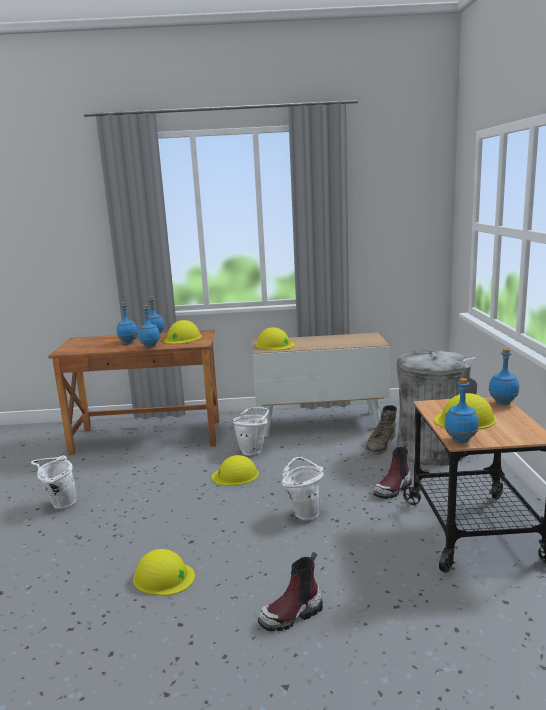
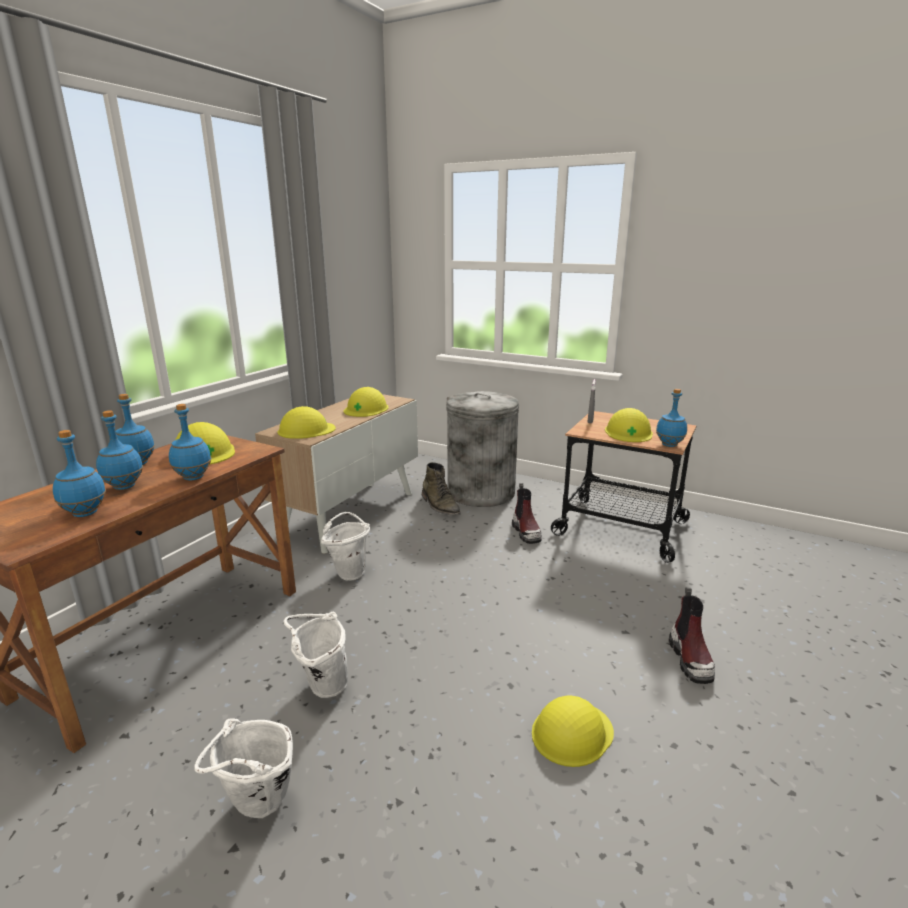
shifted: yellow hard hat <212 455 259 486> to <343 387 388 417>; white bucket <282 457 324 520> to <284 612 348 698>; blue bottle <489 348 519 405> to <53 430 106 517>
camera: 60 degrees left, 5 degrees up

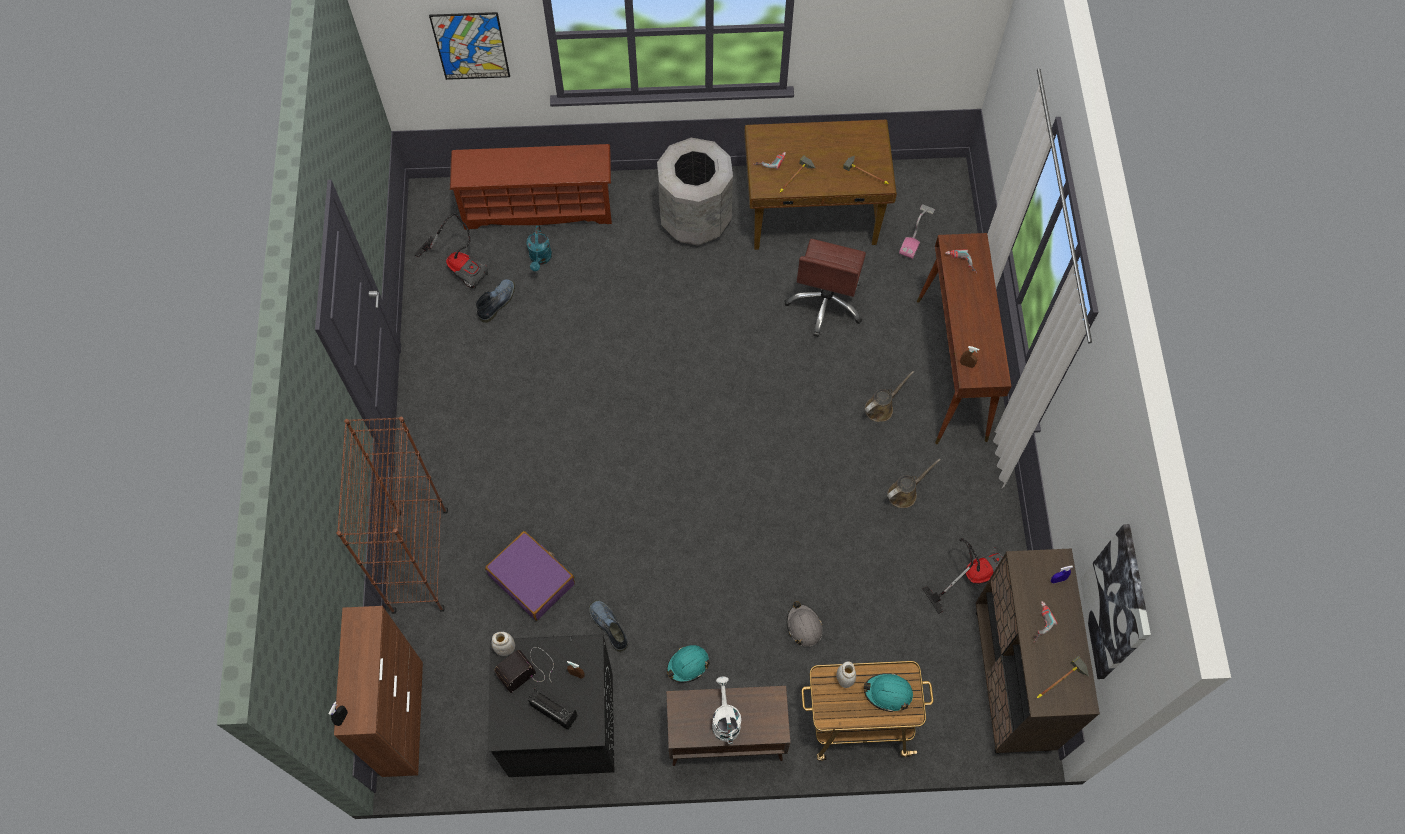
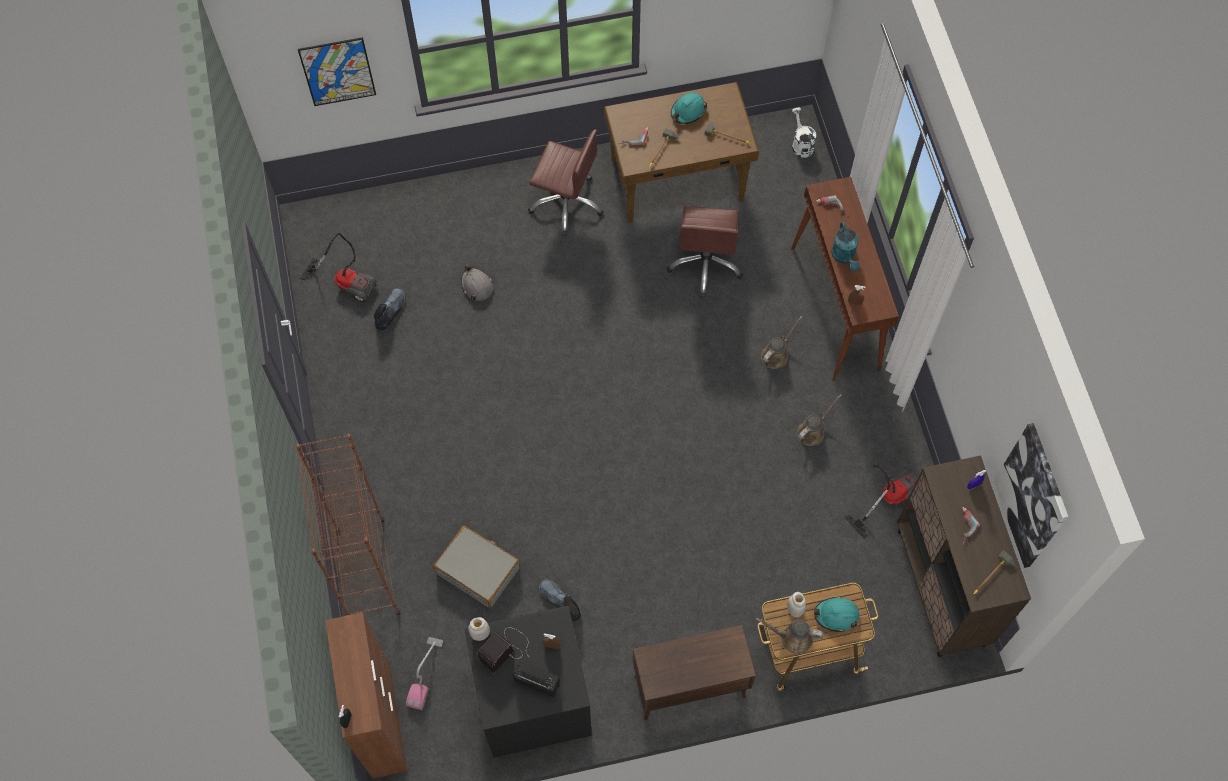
gone: brown shoe rack <450 144 612 230>
new: brown watering can <756 618 824 654>
shifted: turquoise watering can <526 225 552 271> to <831 222 860 271>; turquoise hard hat <667 645 710 683> to <671 92 707 124>; white watering can <712 677 741 744> to <792 107 816 158>; grey hard hat <787 601 822 647> to <461 265 493 301>; vacuum cleaner <899 204 935 259> to <406 637 443 710>
swapped: grey trash can <657 138 733 246> to brown office chair <528 129 604 236>
repainted: purple suitcase <485 531 575 621> to grey suitcase <433 526 520 608>
camera: 10 degrees left, 0 degrees up

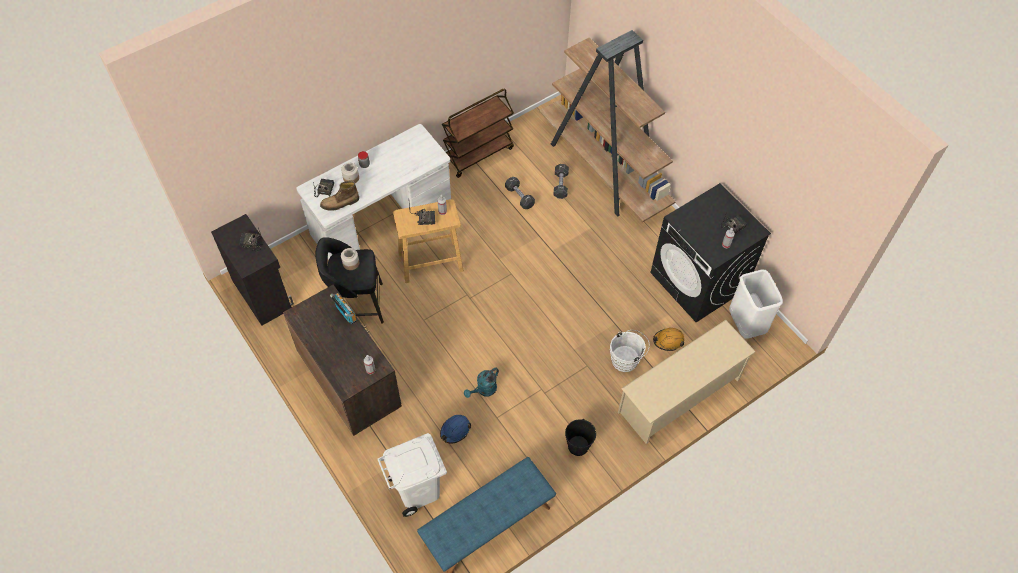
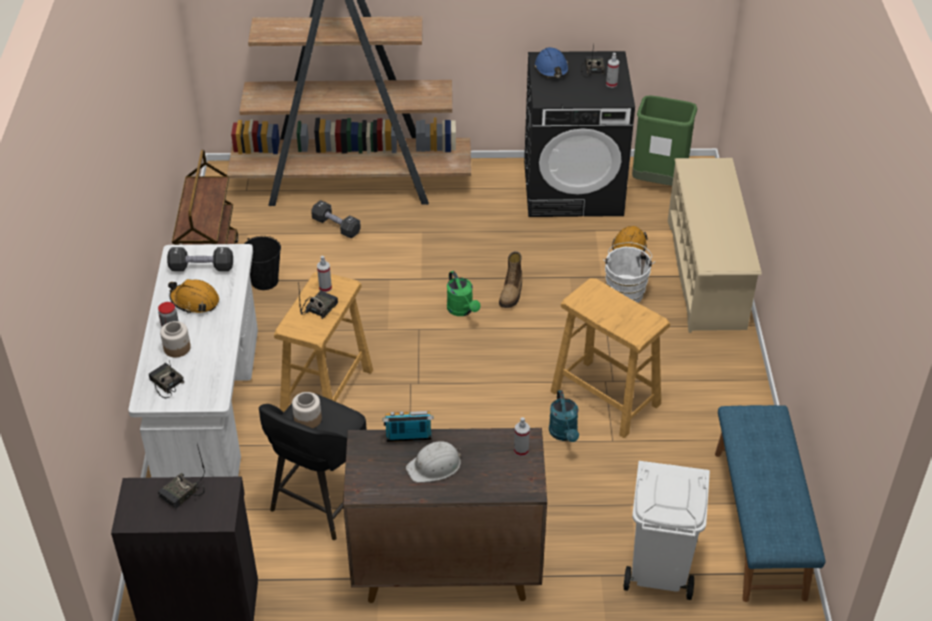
new: orange hard hat <168 279 219 314>; white hard hat <406 441 461 483>; green watering can <447 271 480 316>; beige stool <551 278 670 438>
shifted: boot <320 181 359 211> to <499 251 522 308>; blue hard hat <440 415 471 444> to <534 47 569 78>; black dumbbell <505 177 535 209> to <167 247 233 271>; black bucket <565 419 596 456> to <244 236 281 290>
repainted: white trash can <729 269 783 339> to green trash can <632 96 697 186>
camera: 55 degrees left, 15 degrees down

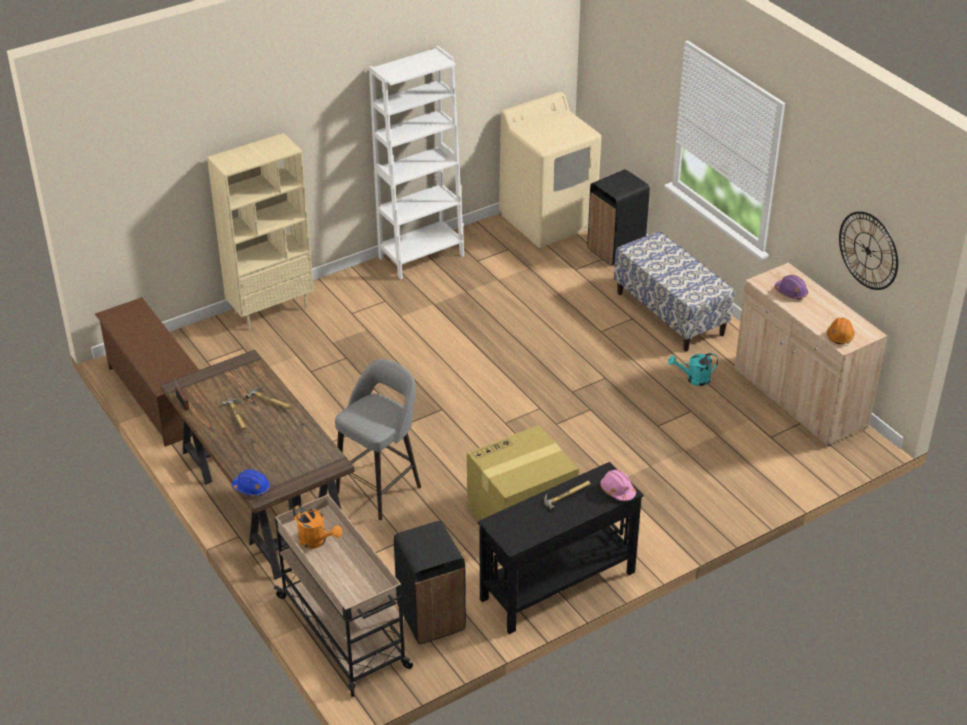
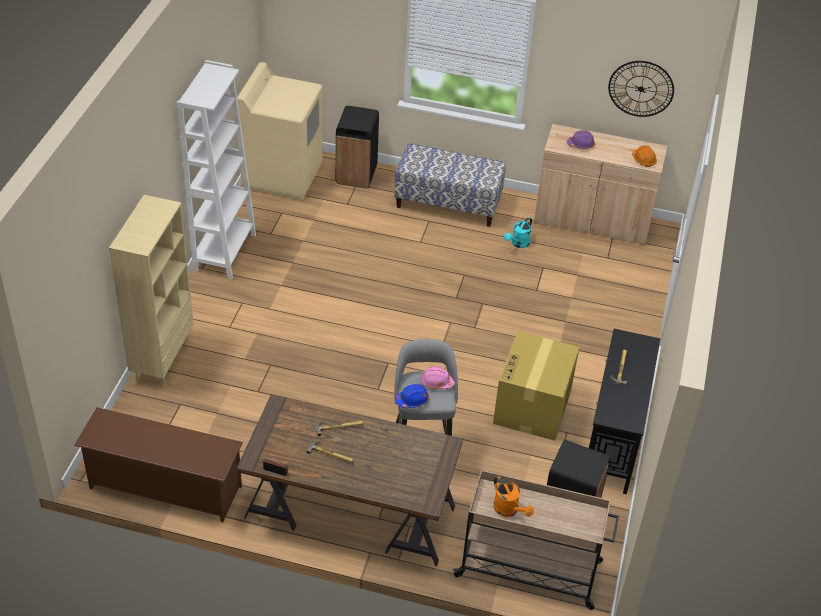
shifted: blue hard hat <232 469 270 496> to <395 384 429 408>; pink hard hat <600 470 636 501> to <421 366 455 389>
rotated: orange watering can <293 505 342 549> = <493 476 534 517> 60 degrees clockwise
camera: 45 degrees left, 5 degrees up

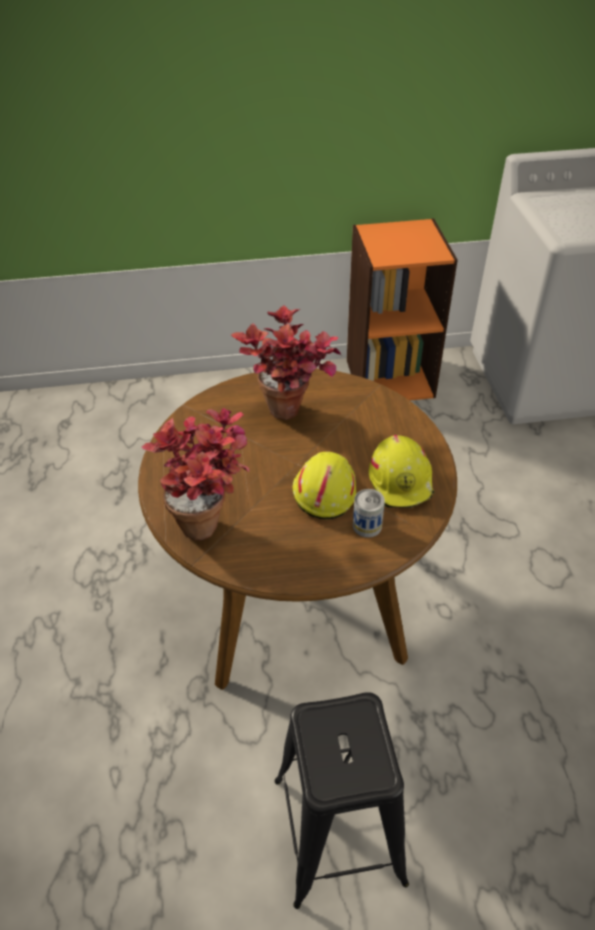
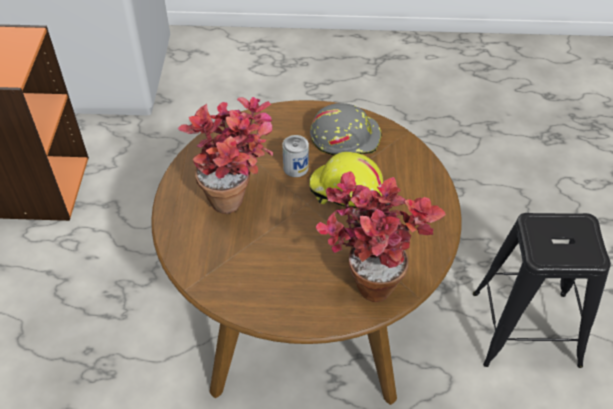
shifted: can <353 489 385 538> to <283 135 309 177>
repainted: yellow hard hat <369 435 434 508> to grey hard hat <310 103 382 155>
camera: 80 degrees left, 5 degrees up

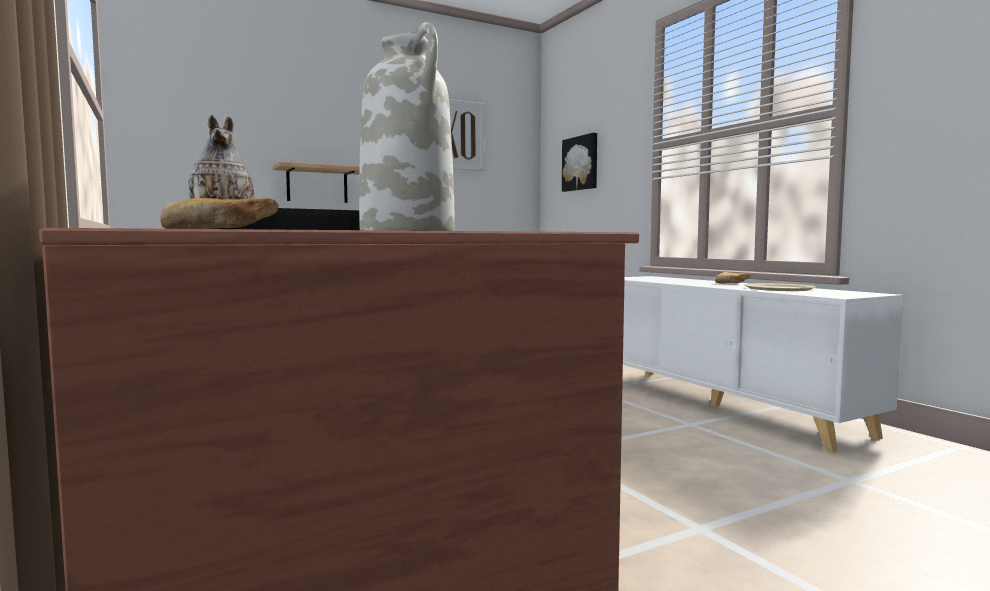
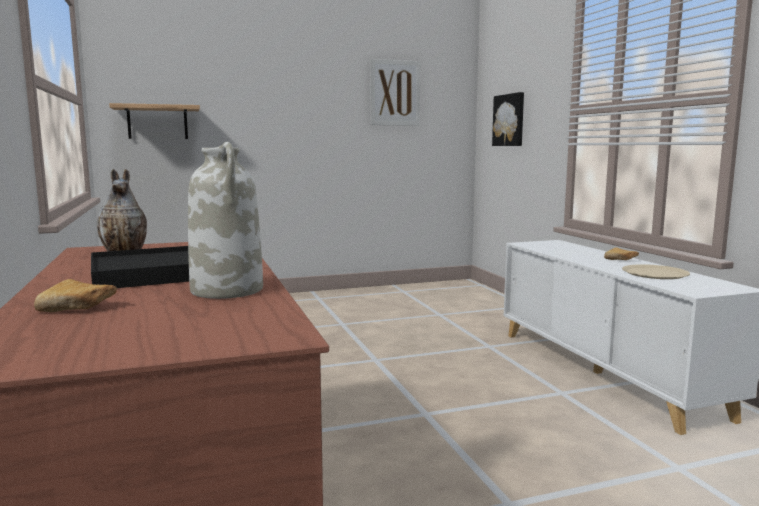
shifted: shelf <273 161 360 203> to <109 103 200 139>
camera: 10 degrees right, 5 degrees up

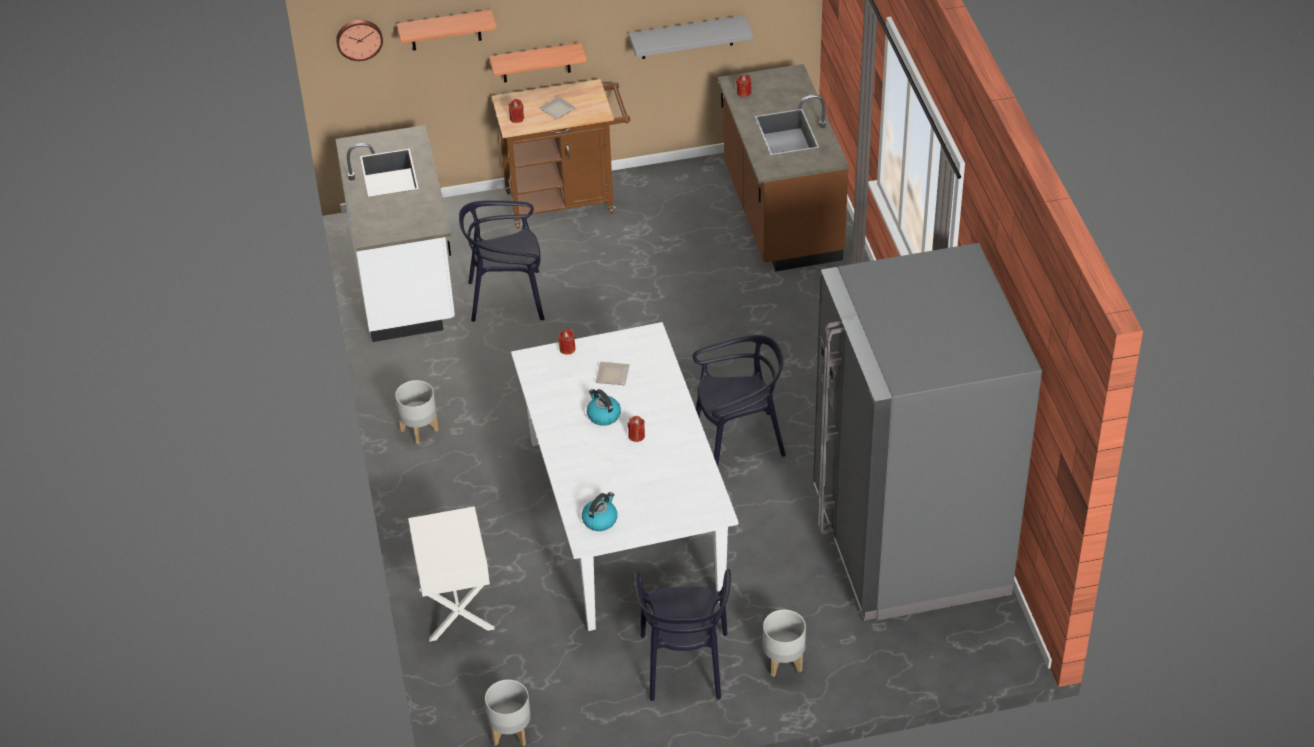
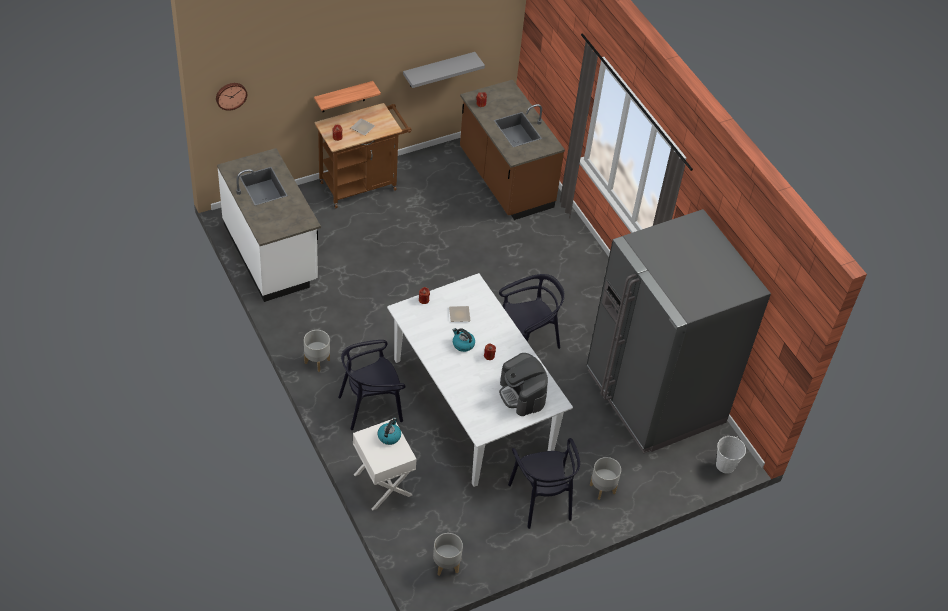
gone: shelf <397 10 497 51>
new: coffee machine <499 353 548 416>; white bucket <716 436 746 474>
shifted: black chair <459 201 545 322> to <338 340 406 430>; kettle <582 492 617 531> to <378 418 401 445>
camera: 20 degrees left, 5 degrees up

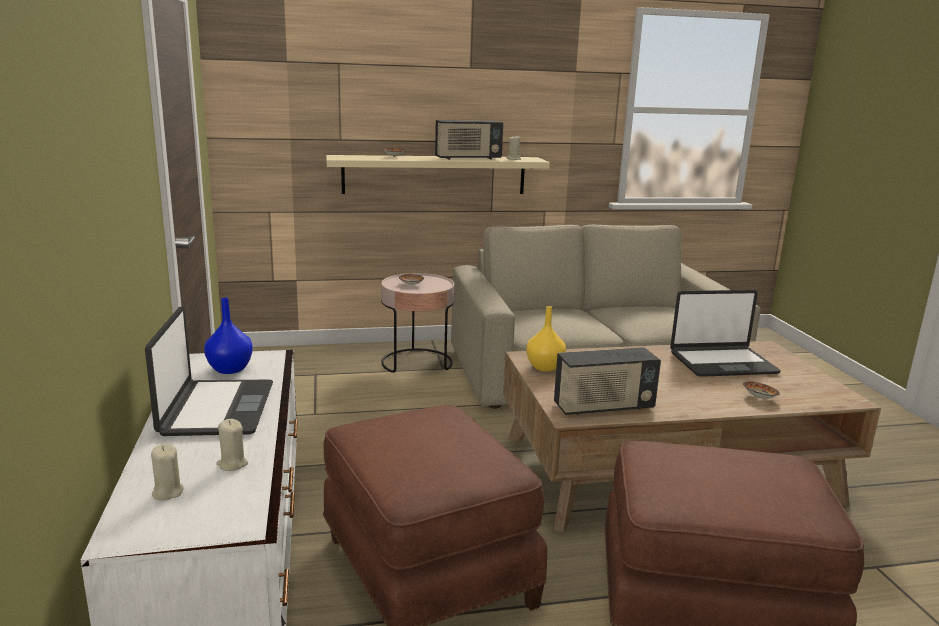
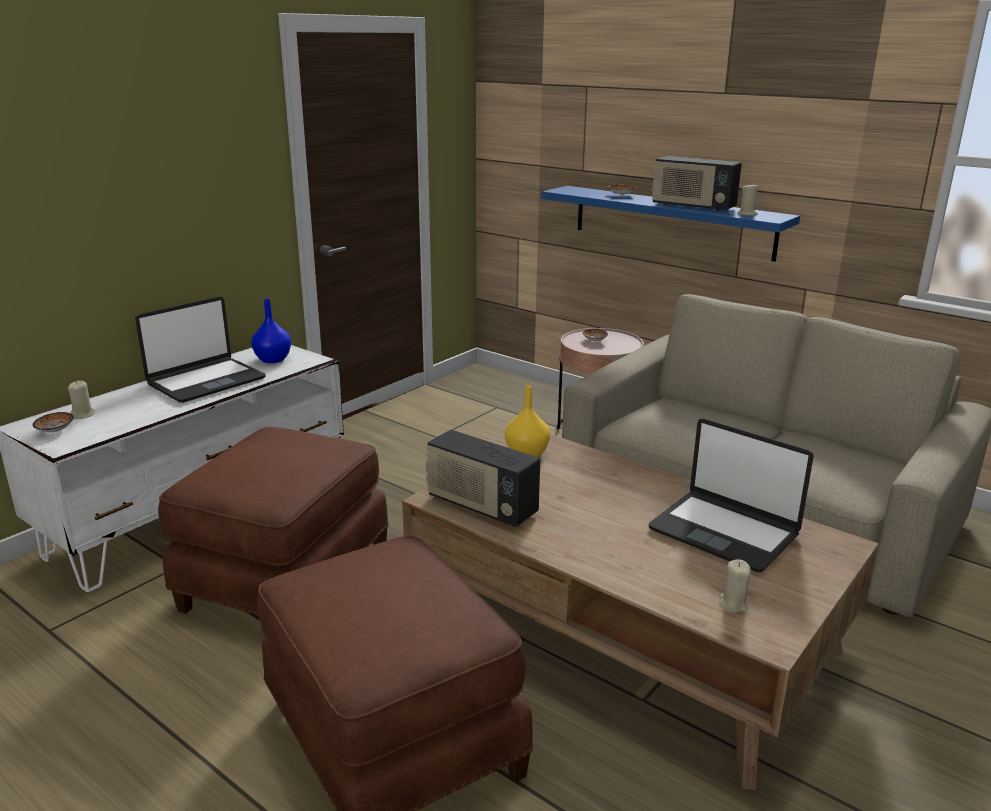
shifted: beige candle <216 419 248 471> to <719 559 751 613>; bowl <743 381 780 399> to <33 412 74 433>
repainted: beige shelf <326 155 550 194> to blue shelf <541 186 800 262>
camera: 50 degrees right, 5 degrees up

